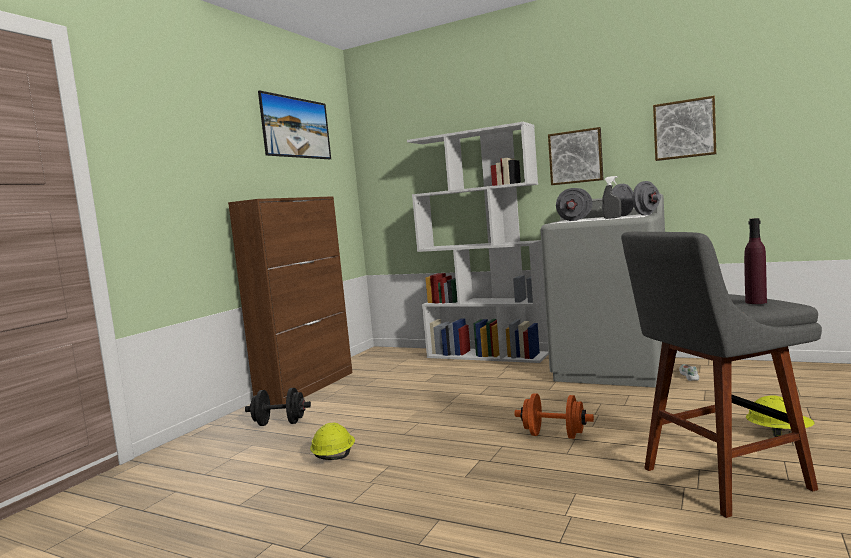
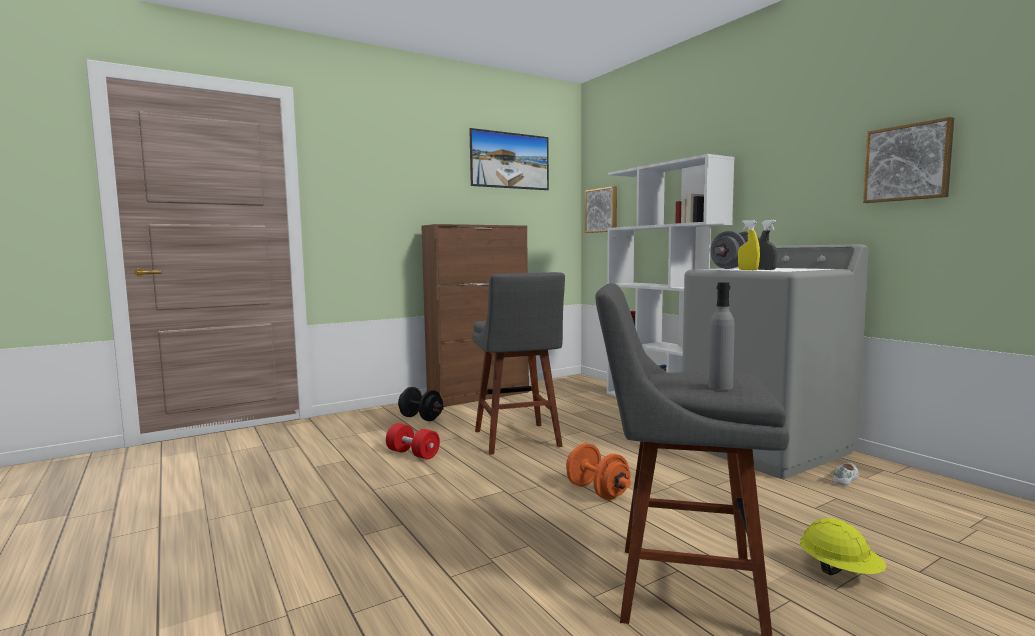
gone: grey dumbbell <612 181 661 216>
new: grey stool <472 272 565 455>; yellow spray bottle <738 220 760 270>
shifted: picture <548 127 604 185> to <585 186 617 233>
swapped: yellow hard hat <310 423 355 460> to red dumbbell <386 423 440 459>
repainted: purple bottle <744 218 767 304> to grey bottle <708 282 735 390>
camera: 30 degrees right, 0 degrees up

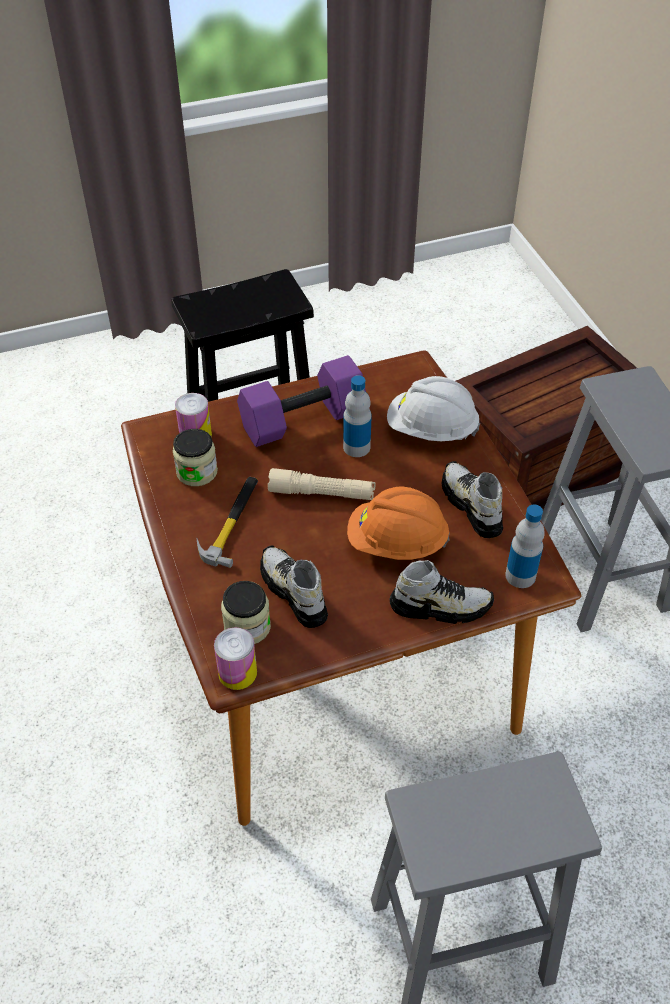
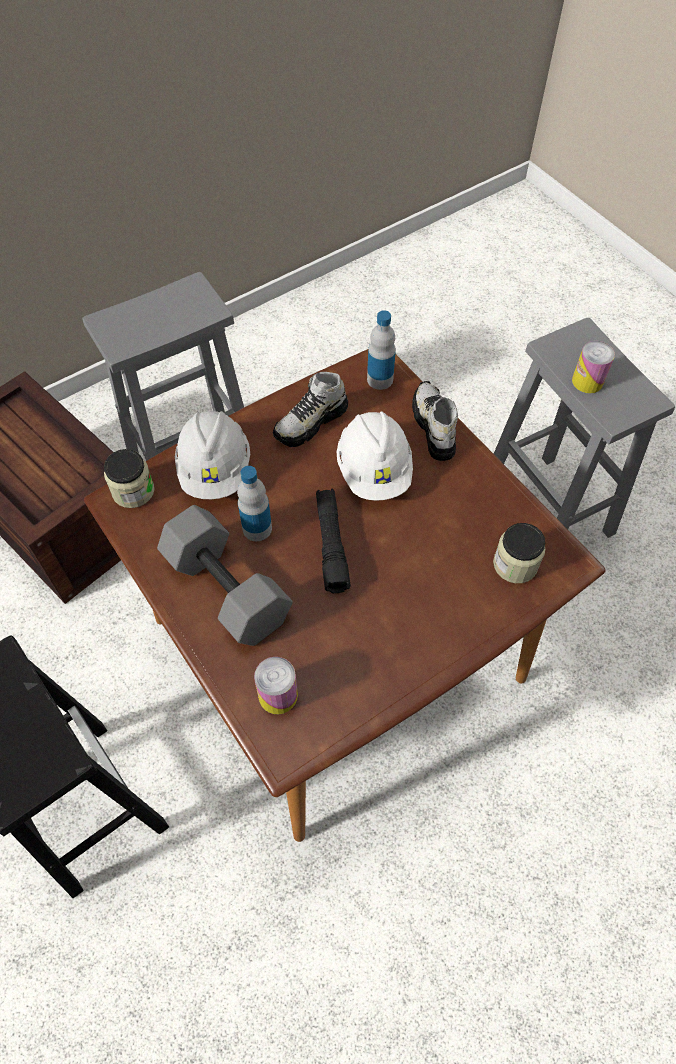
gone: hammer <197 477 258 568>; shoe <260 545 328 628>
shifted: jar <173 429 218 486> to <104 449 154 508>; can <214 628 257 690> to <572 341 615 393>
repainted: purple dumbbell <237 355 366 447> to grey dumbbell <157 505 293 646>; beige flashlight <268 468 376 500> to black flashlight <316 489 351 593>; orange hard hat <347 487 450 560> to white hard hat <337 411 413 501>
camera: 105 degrees left, 10 degrees up

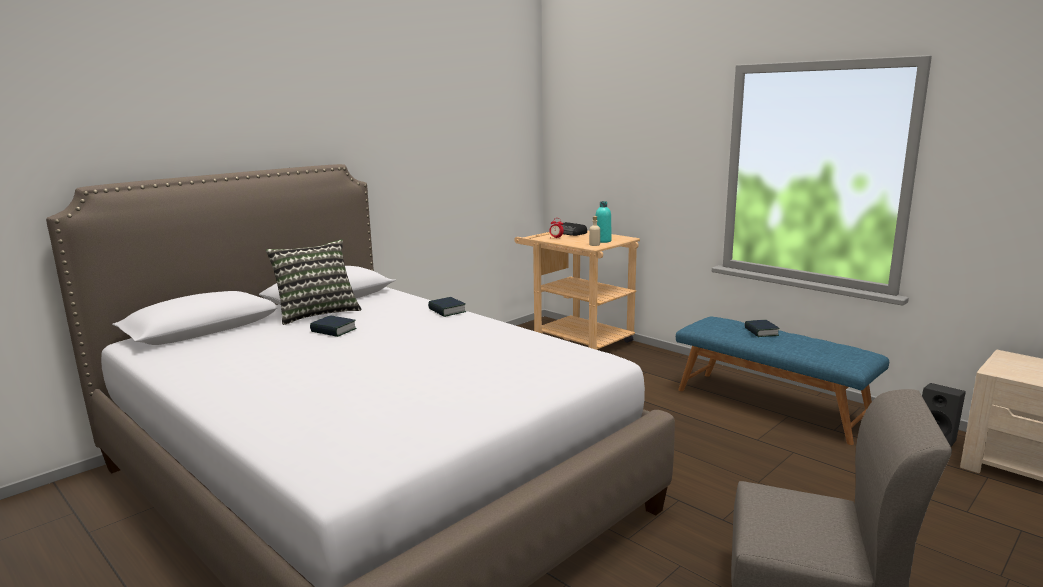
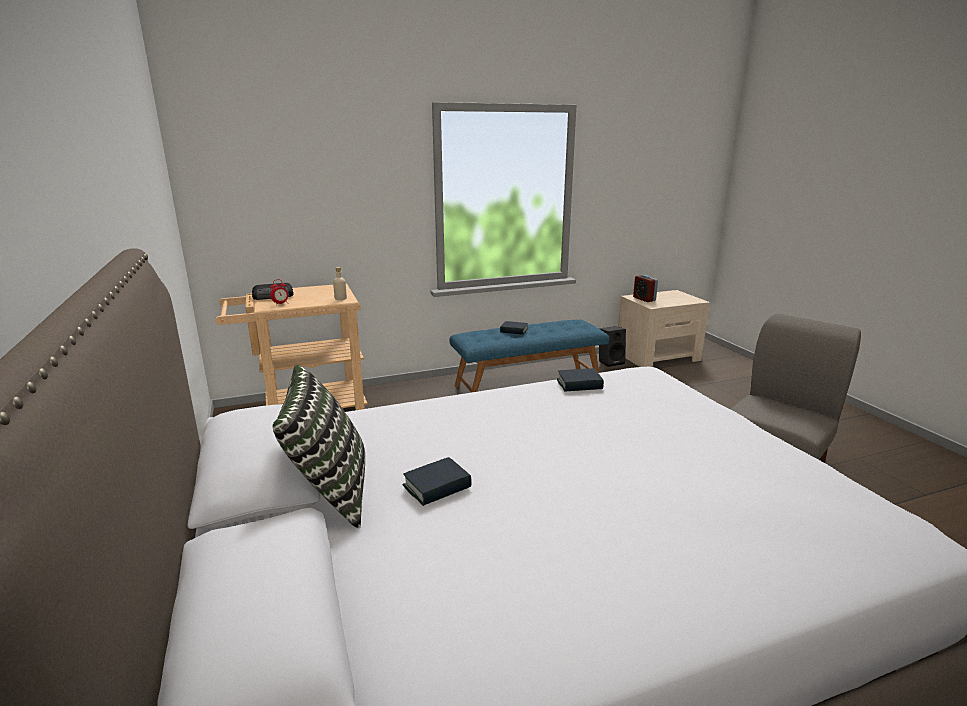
gone: turquoise bottle <596 201 612 243>
new: alarm clock <633 275 658 302>
shifted: book <428 297 466 317> to <557 368 604 392>
camera: 65 degrees left, 5 degrees up

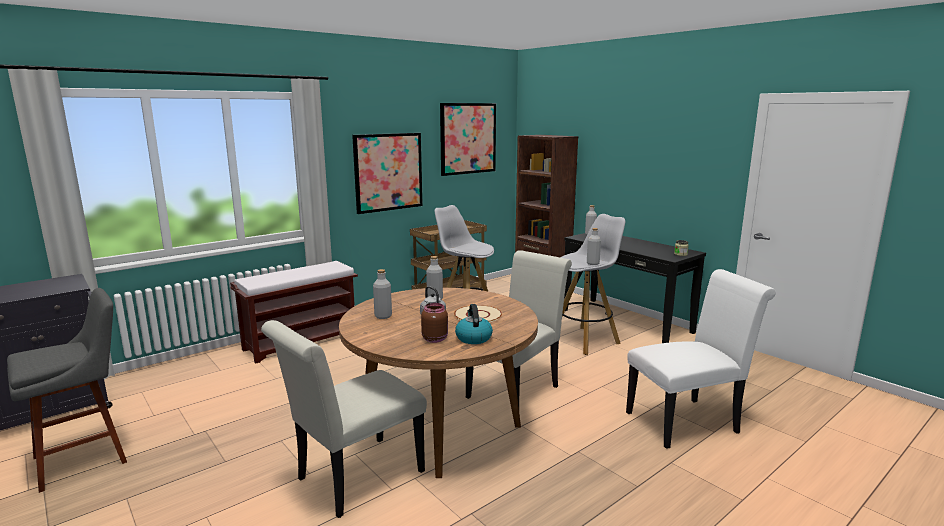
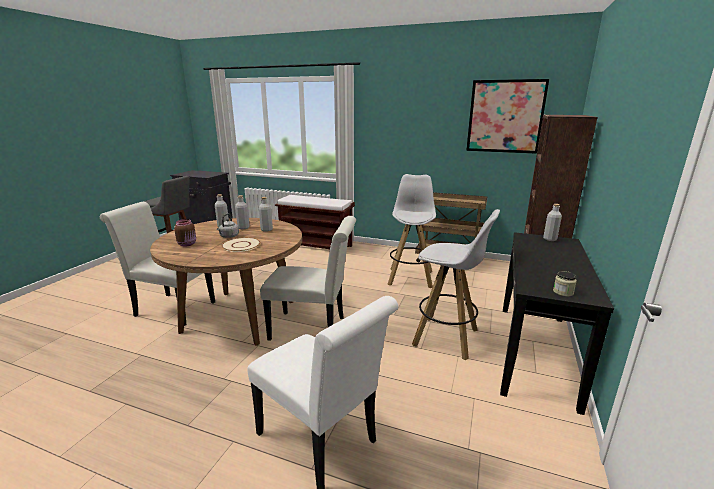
gone: picture <352 133 423 214>; kettle <455 304 493 344>
shifted: grey bottle <587 228 601 265> to <235 195 250 229>
camera: 60 degrees right, 5 degrees up

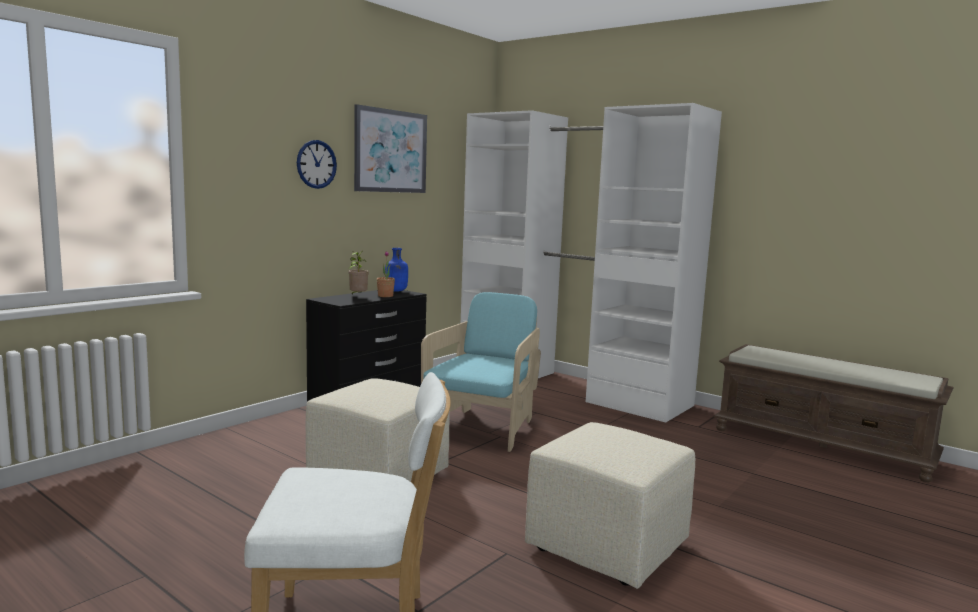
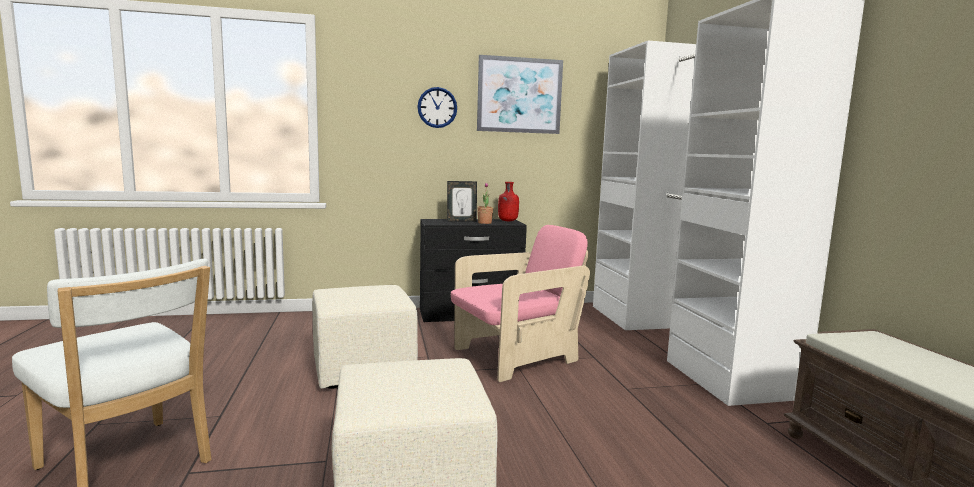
swapped: potted plant <349 251 369 295> to picture frame <447 181 477 222>
repainted: blue bottle <385 248 408 292> to red bottle <498 182 519 221>; turquoise armchair <421 292 541 452> to pink armchair <451 225 590 382>
camera: 40 degrees right, 0 degrees up

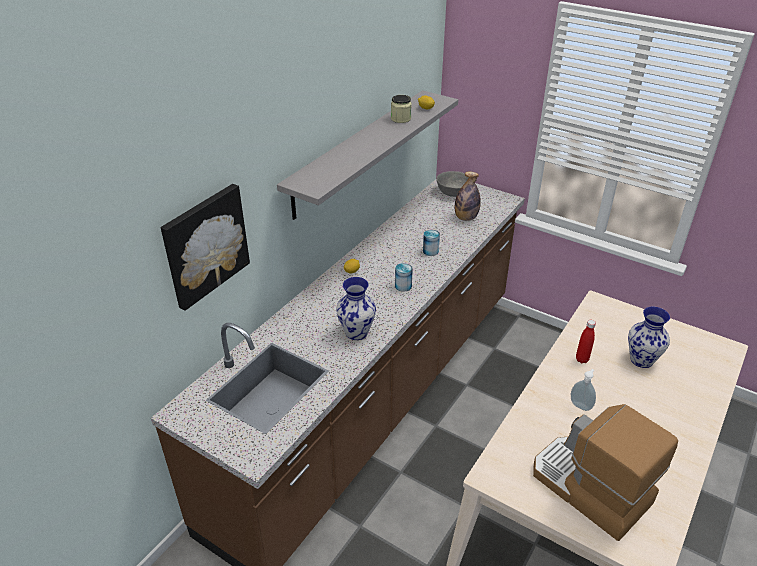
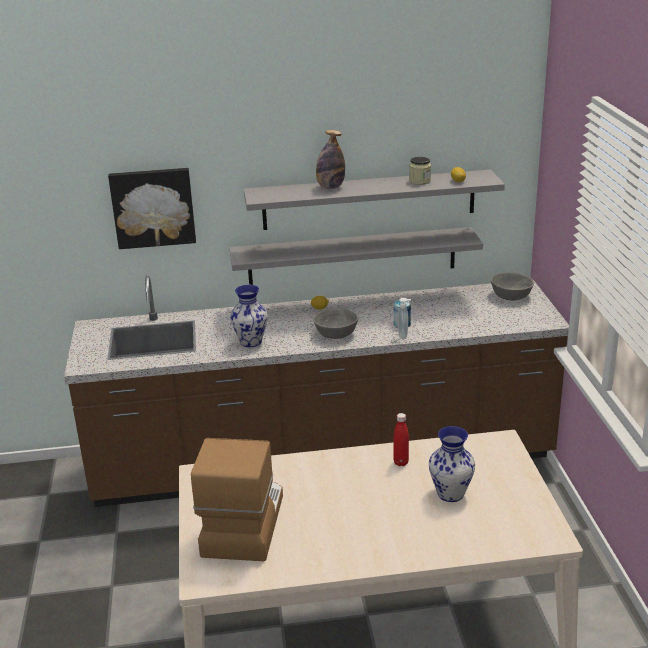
new: grey shelf <230 227 483 285>
shifted: bottle <455 171 481 221> to <316 130 345 189>; soap dispenser <571 369 596 411> to <398 298 411 340>
swapped: can <395 263 413 292> to grey bowl <313 308 358 339>
camera: 50 degrees right, 10 degrees down

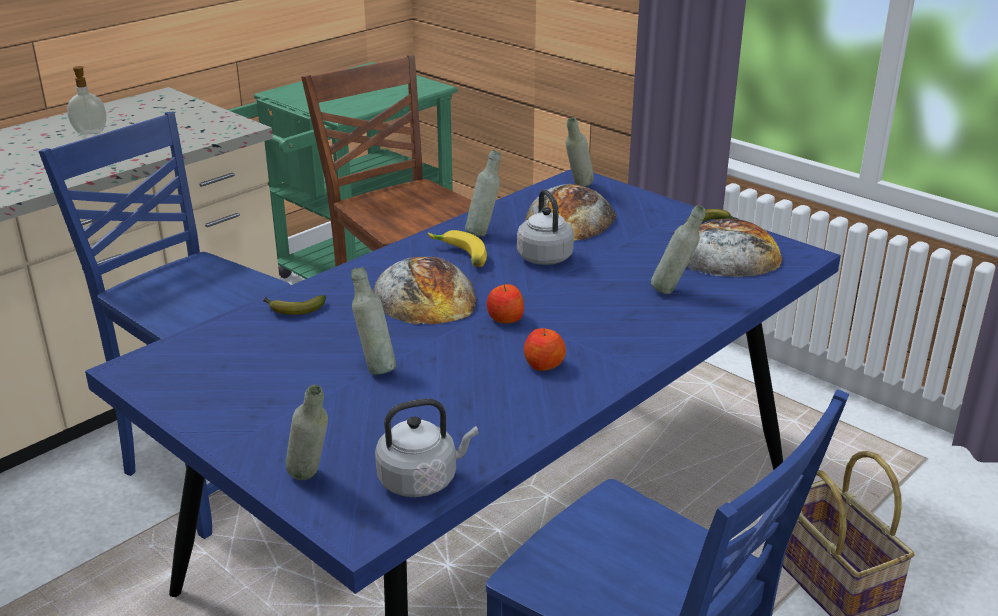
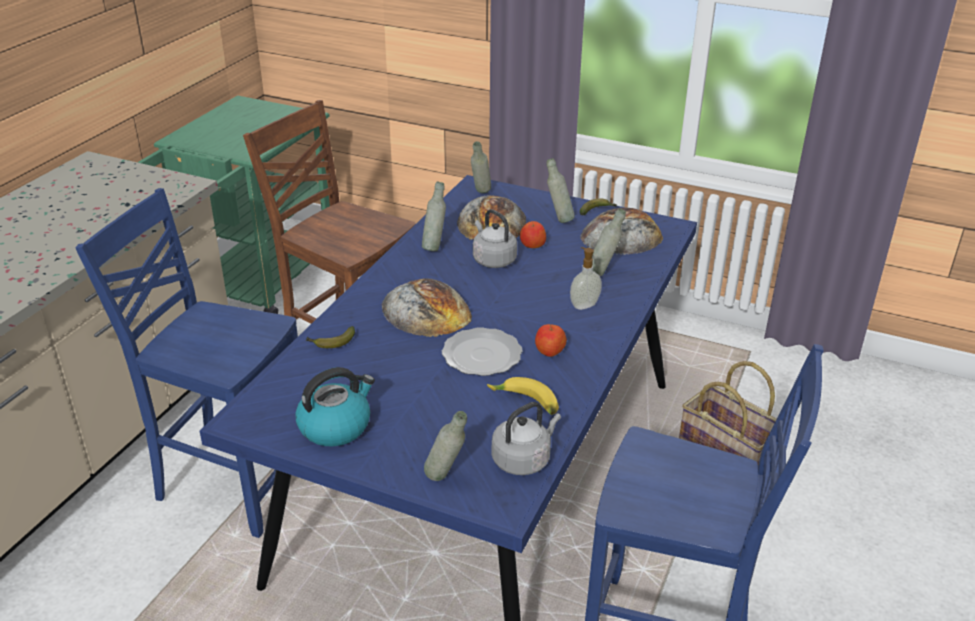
new: kettle <295 367 375 446>; plate <442 327 523 376>
shifted: soap dispenser <67 66 107 134> to <570 247 602 310>; grey bottle <351 267 396 375> to <546 158 575 223>; banana <428 230 487 267> to <487 377 559 415>; apple <487 284 524 324> to <520 221 546 248>
camera: 20 degrees left, 5 degrees up

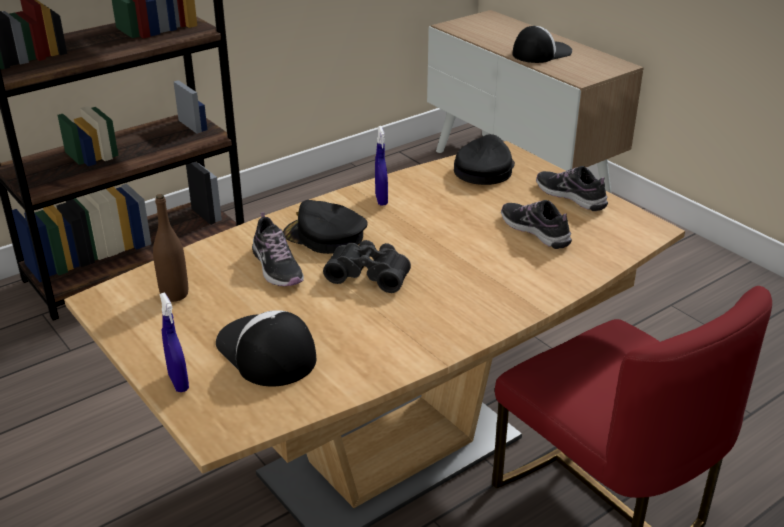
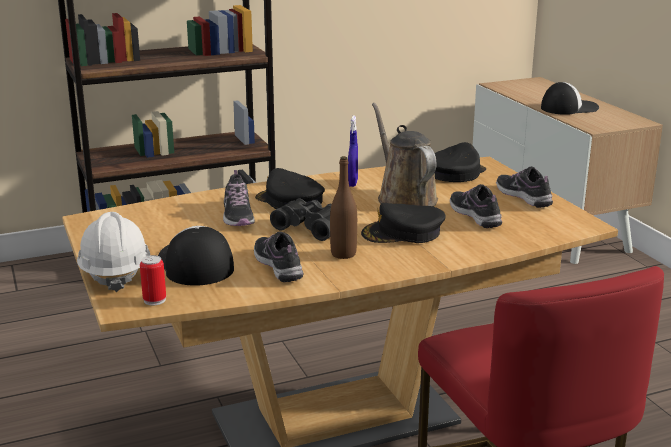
new: can <140 255 166 305>; shoe <254 232 303 282>; black cap <361 203 446 243>; brown watering can <372 103 438 207>
shifted: brown bottle <153 194 188 302> to <330 156 357 259>
swapped: blue spray bottle <159 292 189 392> to white hard hat <77 212 150 292>
camera: 15 degrees right, 10 degrees down

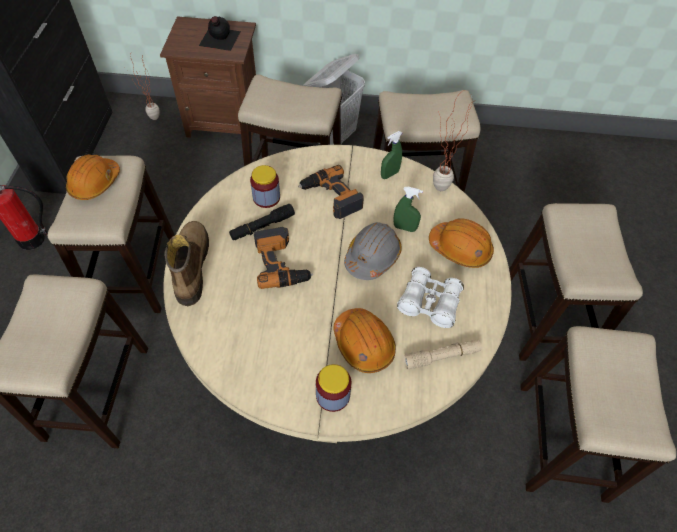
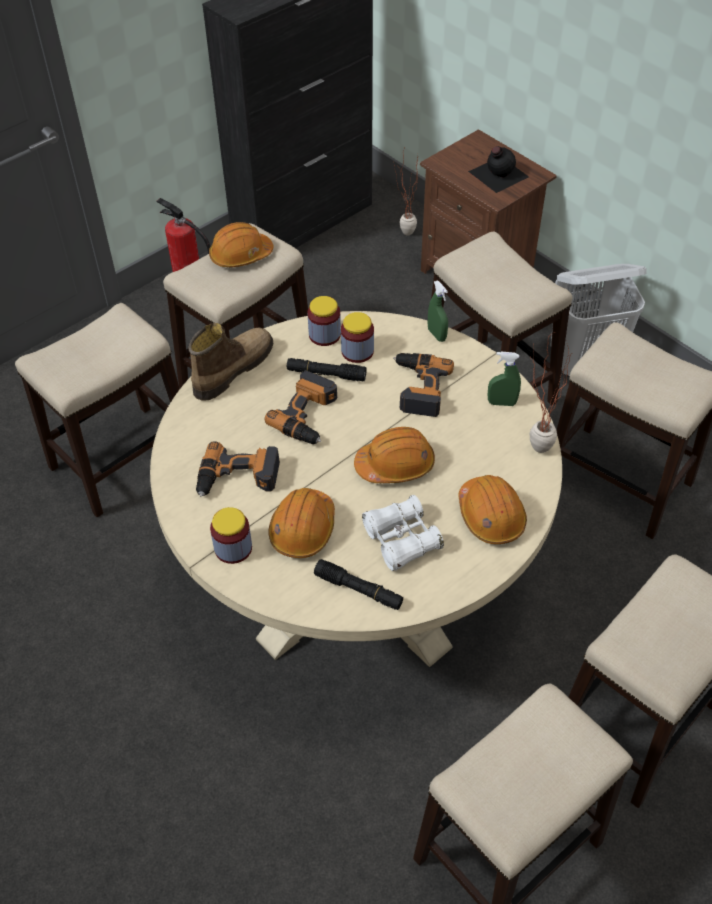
new: power drill <196 441 280 497>; jar <308 296 341 346>
shifted: green spray bottle <393 187 423 232> to <428 281 448 342>
repainted: grey hard hat <344 222 402 280> to orange hard hat <354 427 435 483>; beige flashlight <403 340 482 369> to black flashlight <314 559 403 610>
camera: 45 degrees right, 5 degrees down

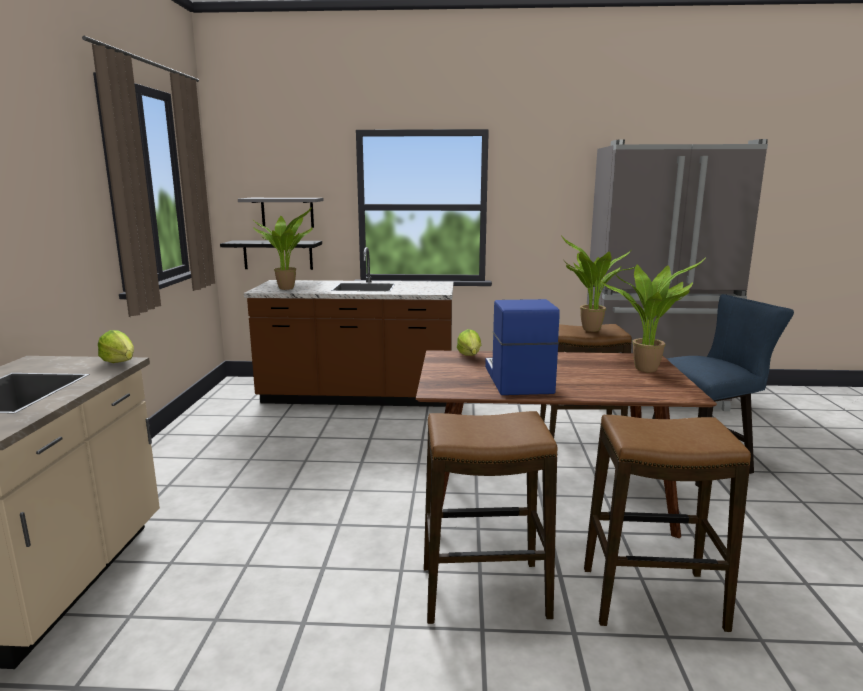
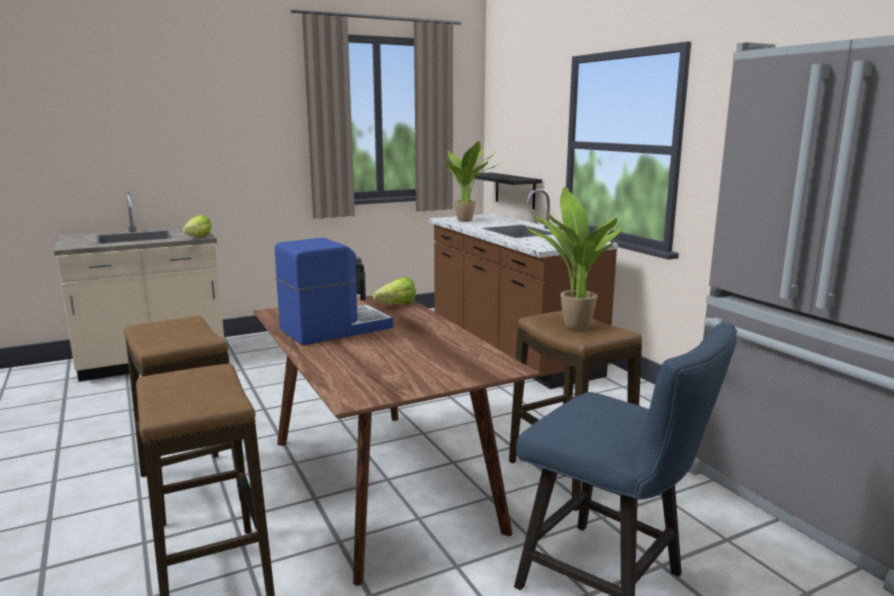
gone: grey shelf <238 198 324 228>; potted plant <601 256 707 372>
camera: 60 degrees right, 0 degrees up

